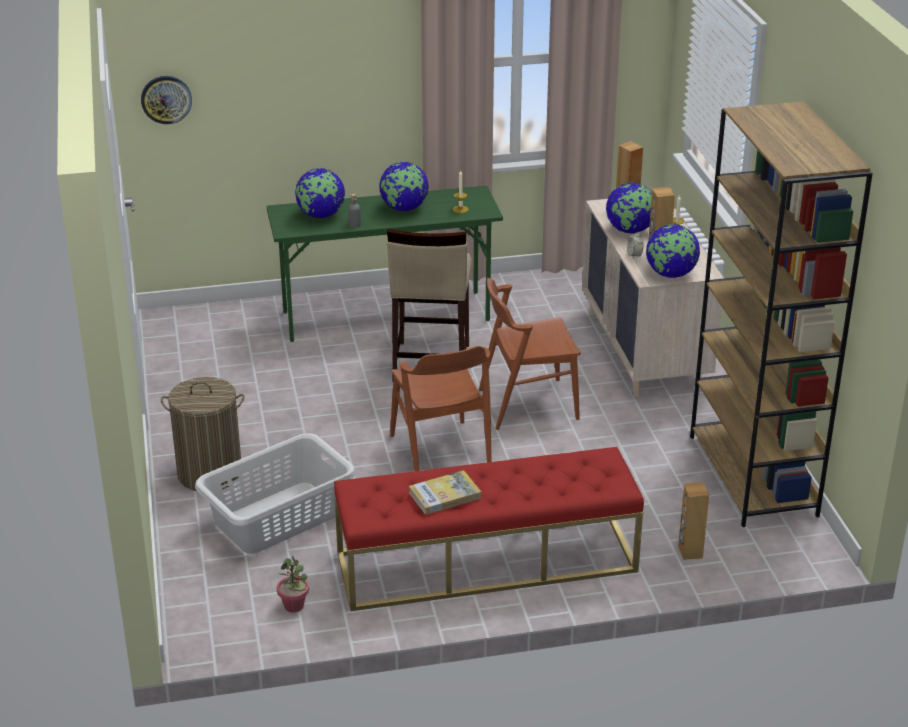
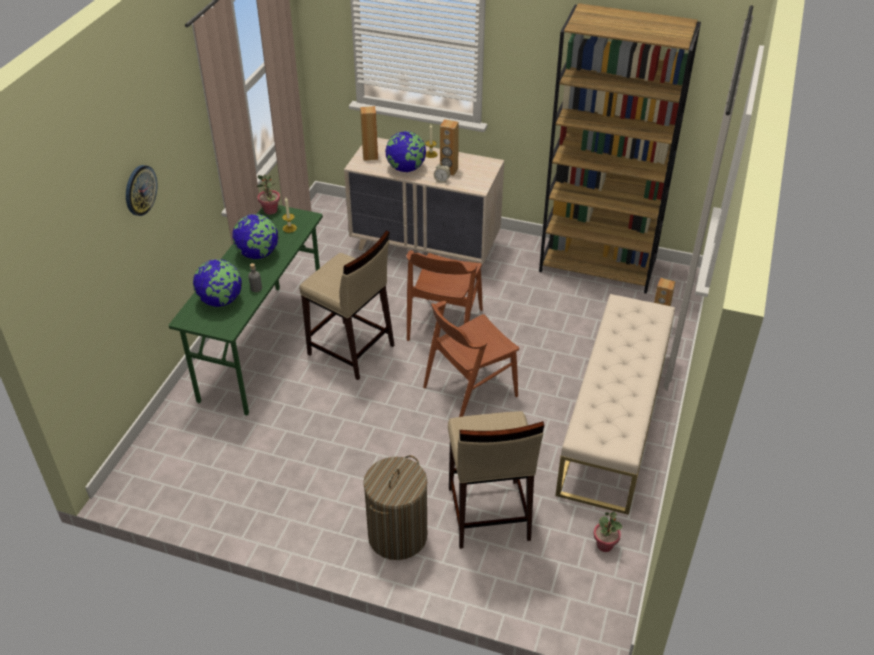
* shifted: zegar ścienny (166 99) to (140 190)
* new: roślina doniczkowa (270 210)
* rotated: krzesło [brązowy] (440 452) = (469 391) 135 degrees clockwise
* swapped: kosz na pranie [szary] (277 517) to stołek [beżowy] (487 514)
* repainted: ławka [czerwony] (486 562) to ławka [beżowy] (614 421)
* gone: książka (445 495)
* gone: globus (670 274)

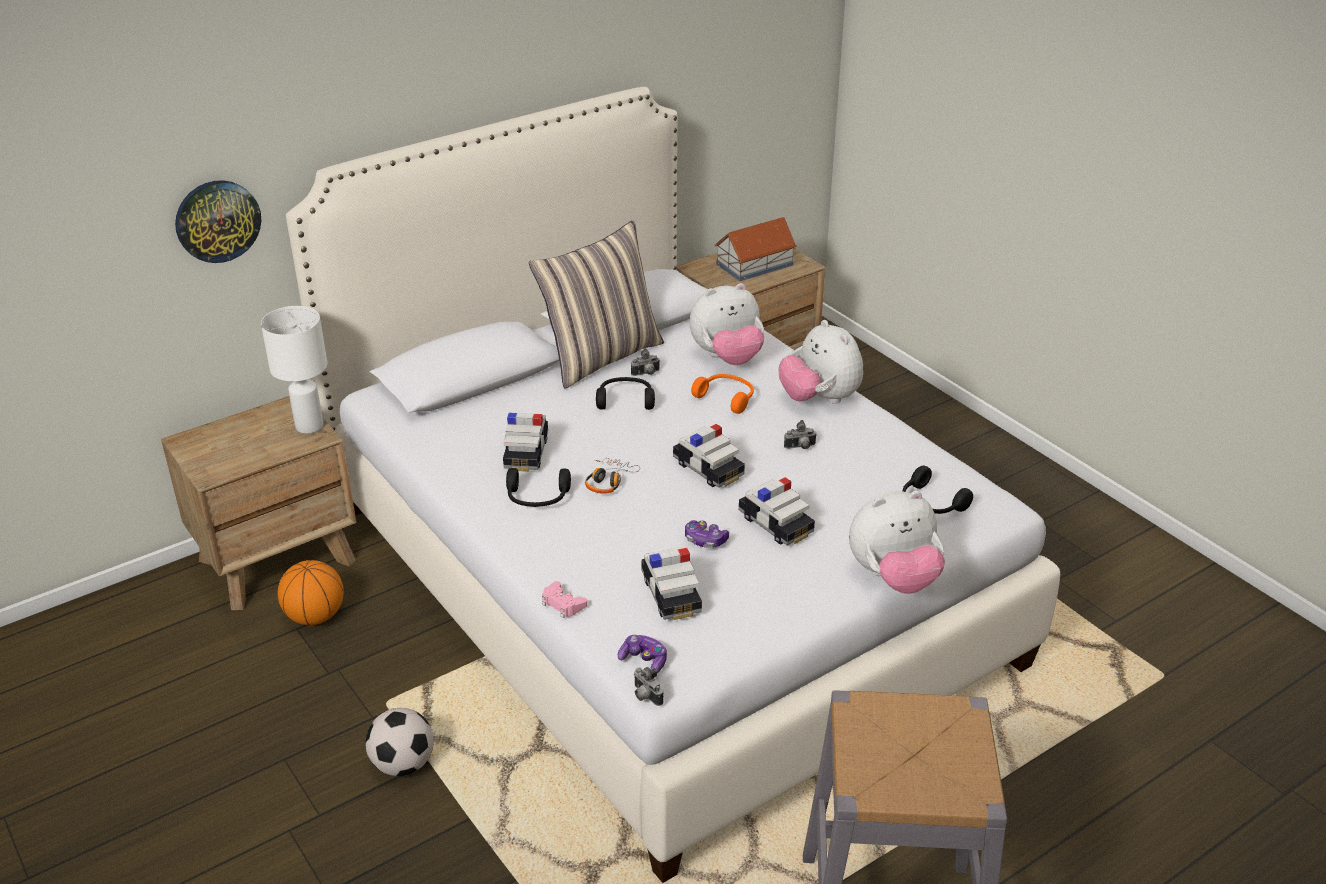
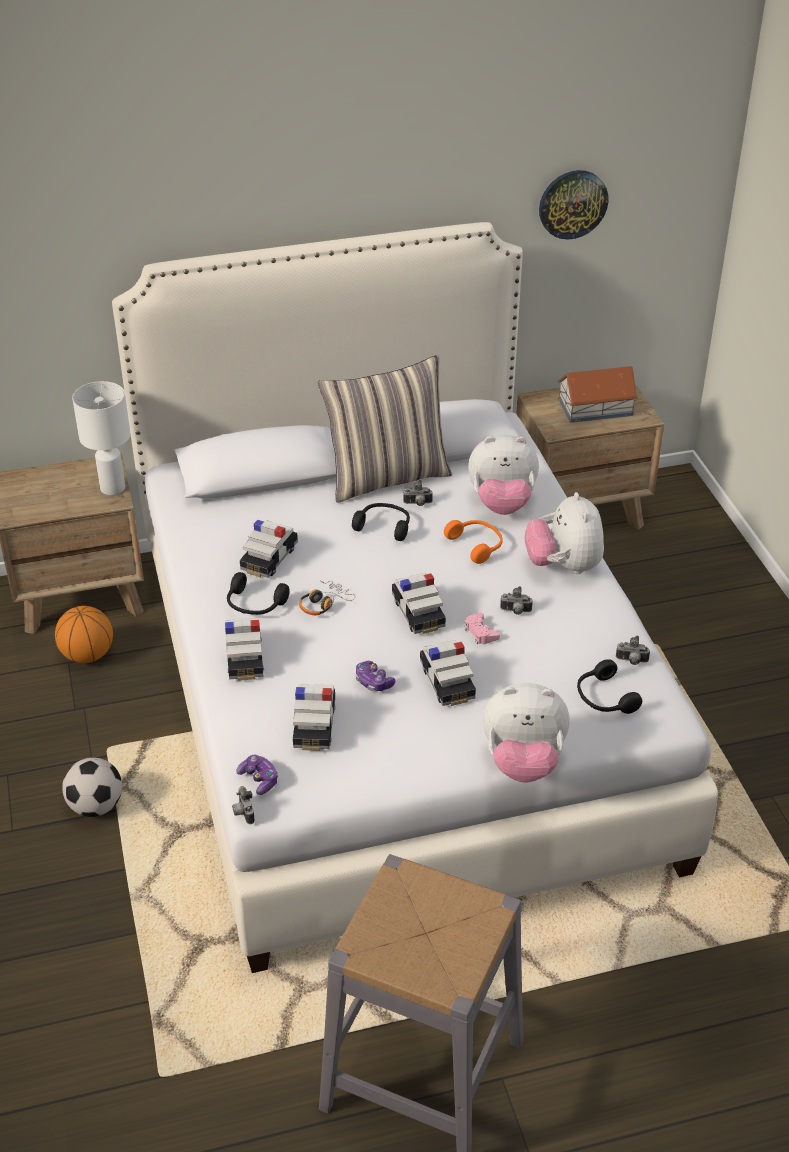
* new: samochodzik (245 658)
* shifted: pad do gier [różowy] (563 604) to (480 632)
* shifted: zegar ścienny (217 221) to (572 204)
* new: aparat fotograficzny (631 661)

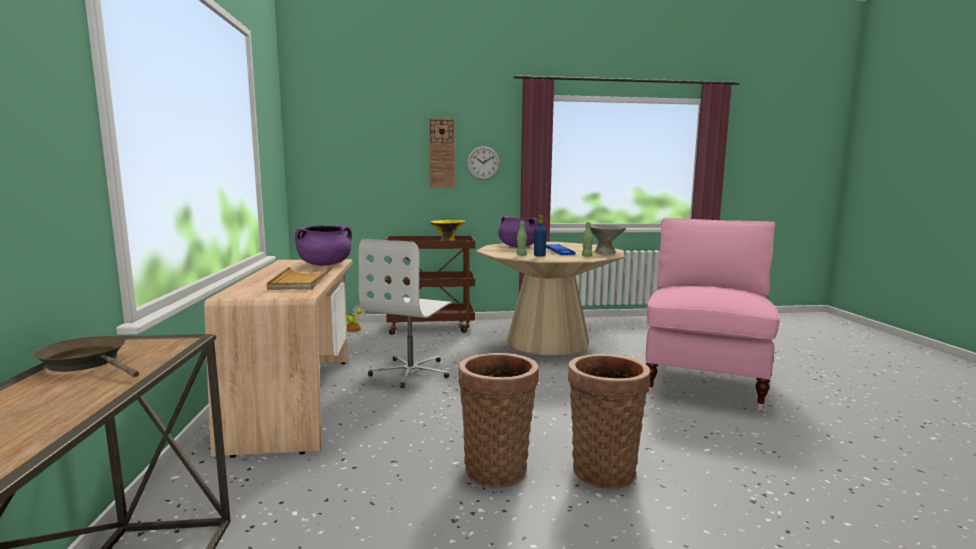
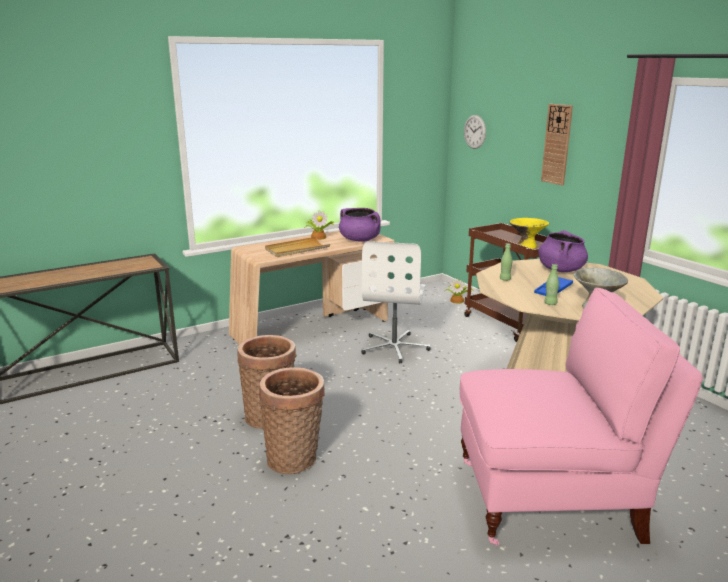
* new: roślina doniczkowa (319 237)
* rotated: krzesło biurowe [biały] (411 372) = (394 347) 75 degrees counterclockwise
* shifted: zegar ścienny (483 163) to (474 132)
* gone: patelnia [brązowy] (88 363)
* gone: butelka [niebieski] (539 255)

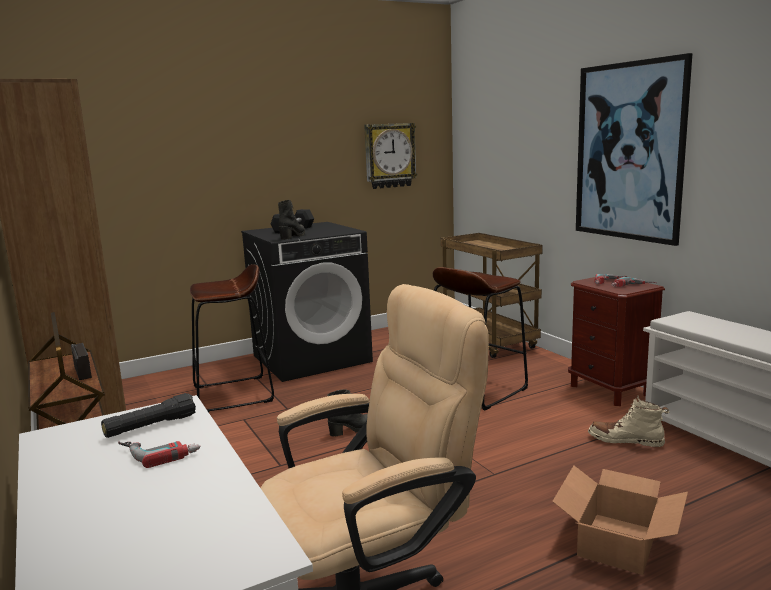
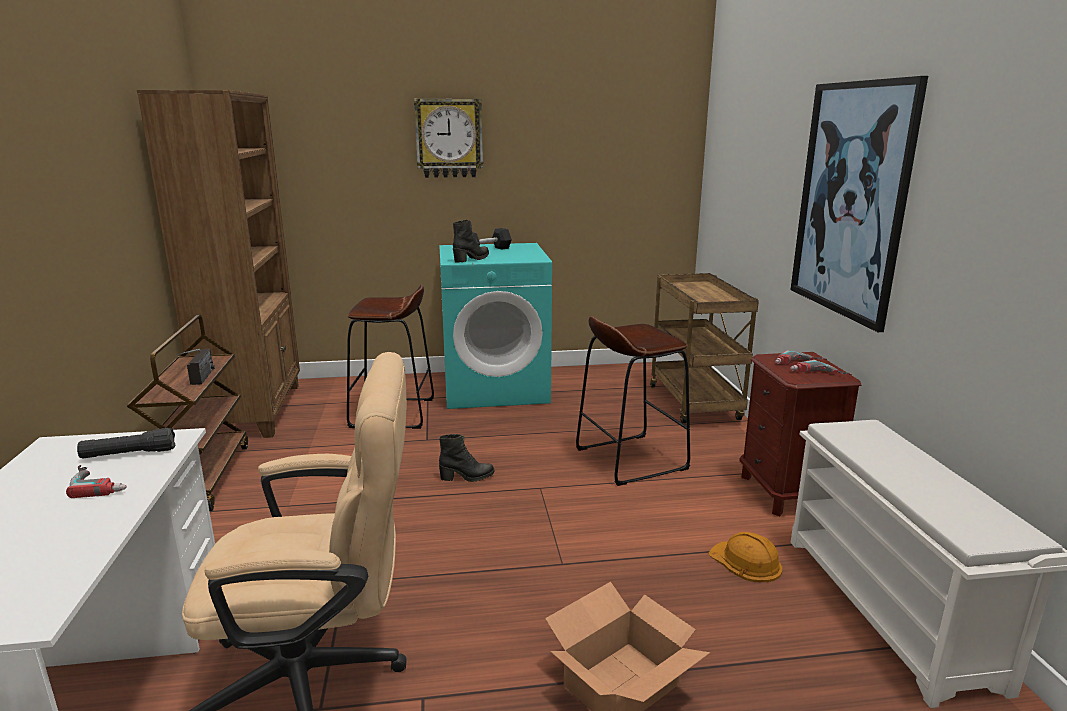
* shifted: zegar ścienny (389 155) to (449 138)
* repainted: pralka [czarny] (312 358) to pralka [turkusowy] (496 388)
* swapped: but z cholewką [beżowy] (625 440) to kask [pomarańczowy] (746 562)

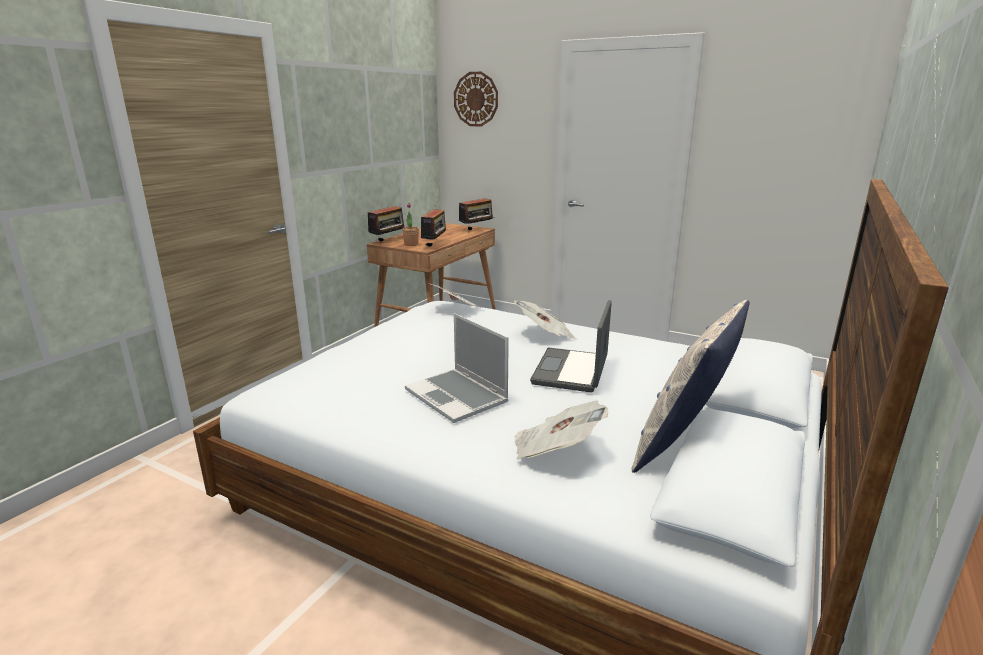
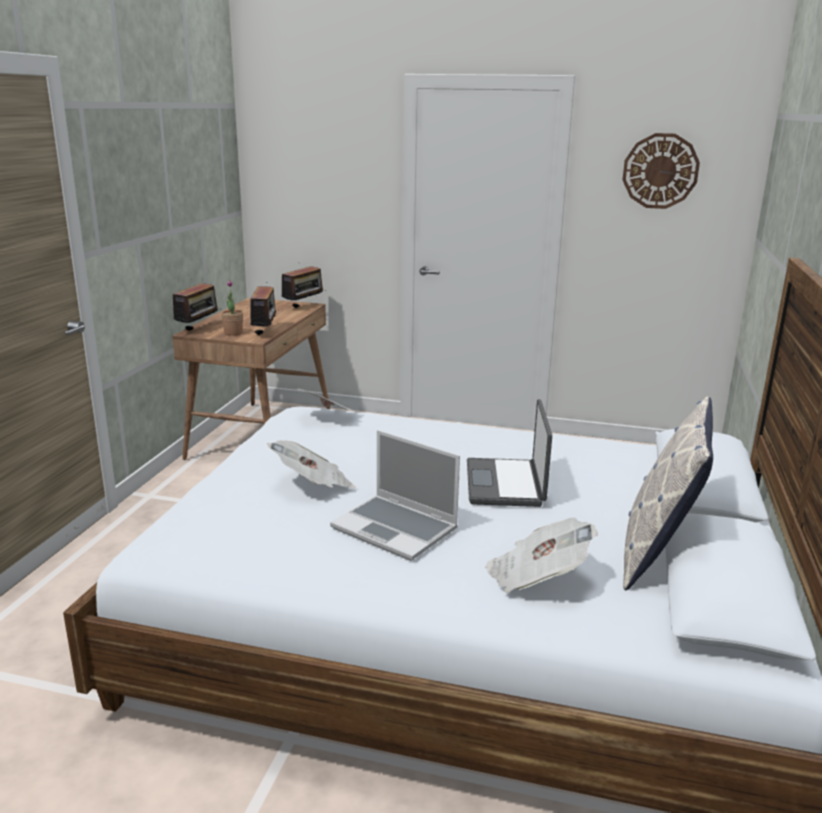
* shifted: gazeta (545 335) to (313 485)
* shifted: zegar ścienny (476 99) to (660 171)

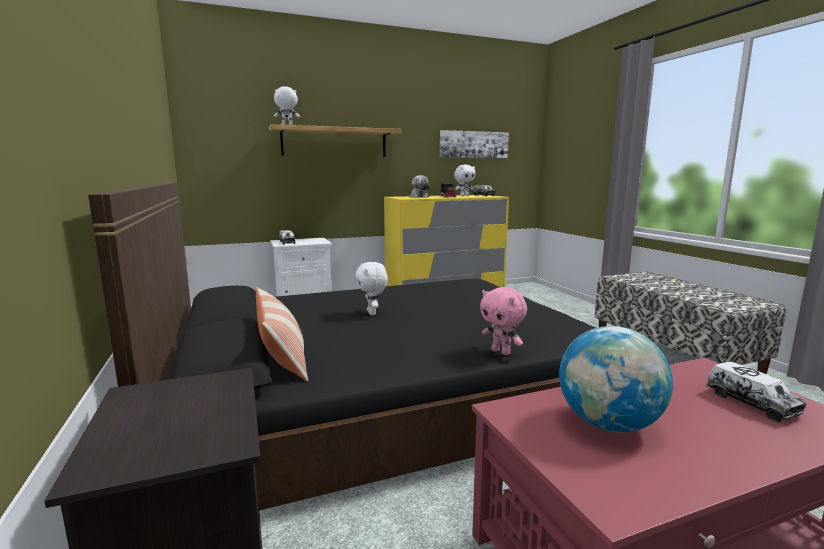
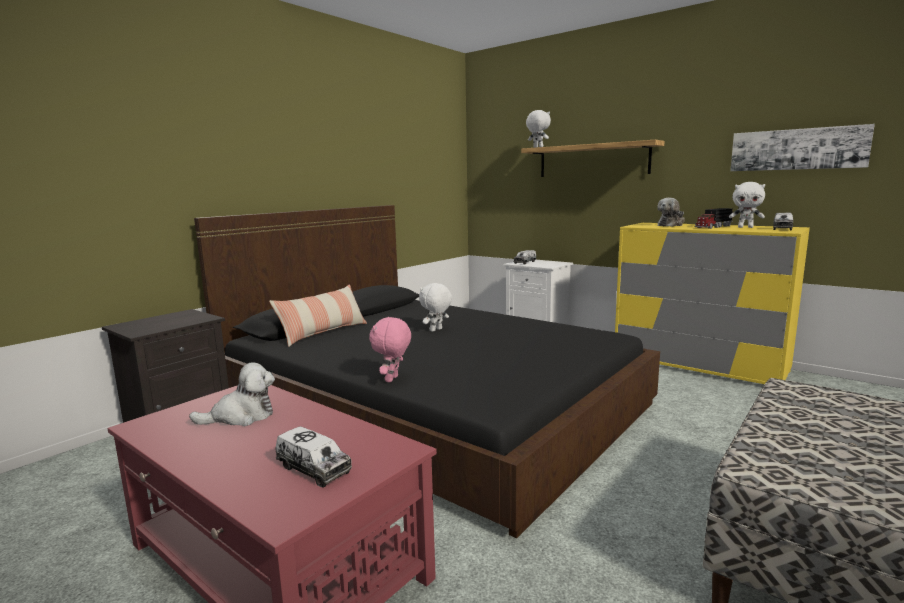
* swapped: globus (608 424) to pluszak (241 416)
* rotated: ciężarówka zabawkowa (751 403) = (313 469) 90 degrees counterclockwise

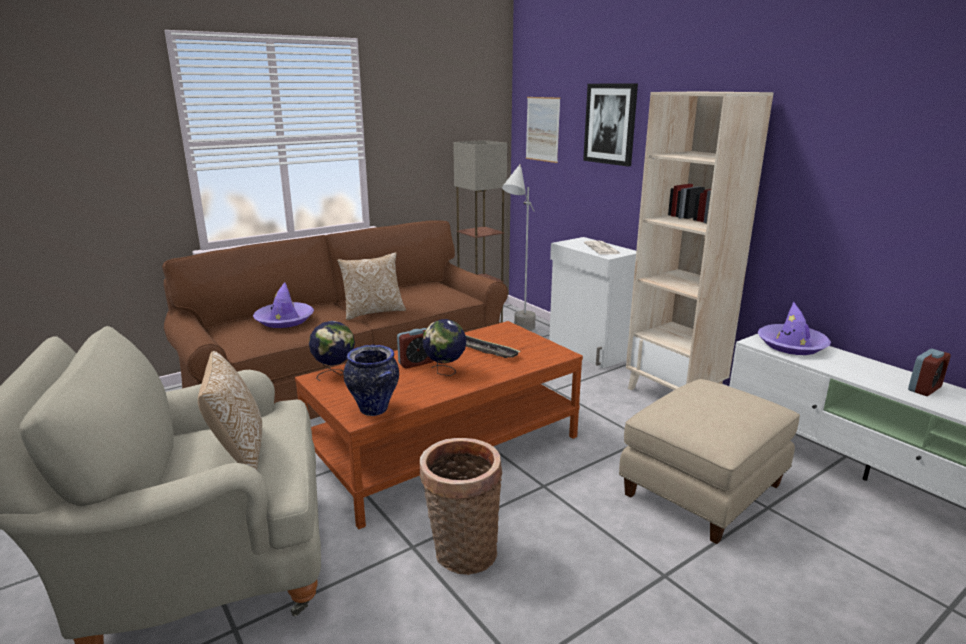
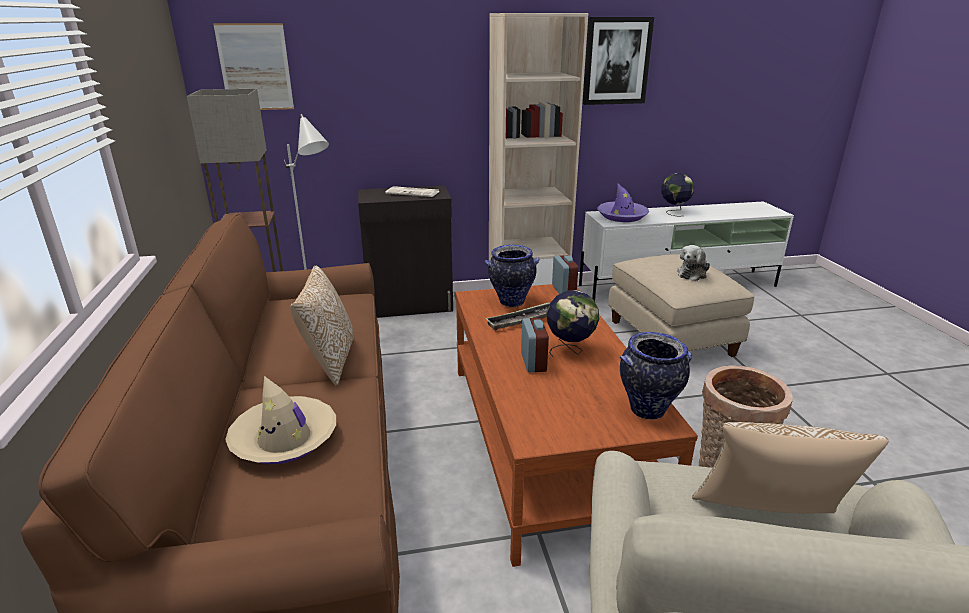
* repainted: kapelusz [fioletowy] (284 320) to kapelusz [beżowy] (284 439)
* repainted: szafka [biały] (589 351) to szafka [czarny] (410 305)
* new: wazon (511 302)
* shifted: budzik (924 389) to (563 290)
* shifted: obraz (610 124) to (616 61)
* shifted: globus (335 374) to (674 212)
* new: pluszak (692 274)

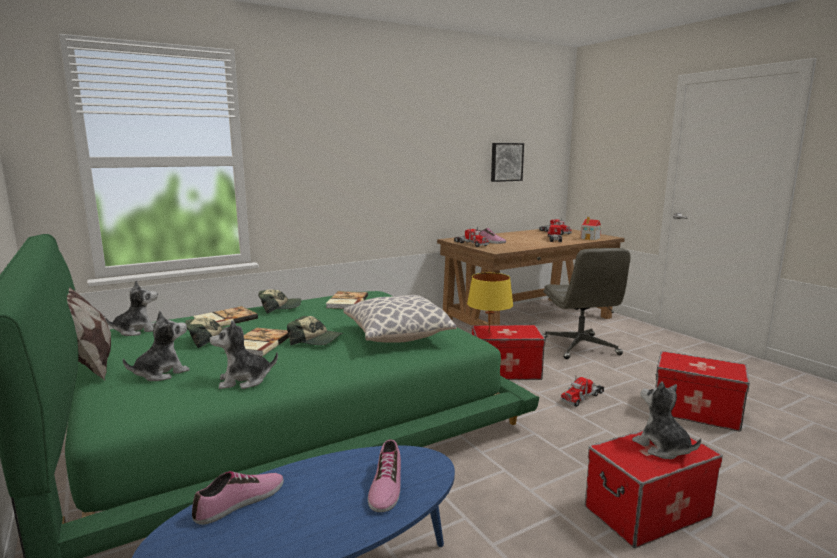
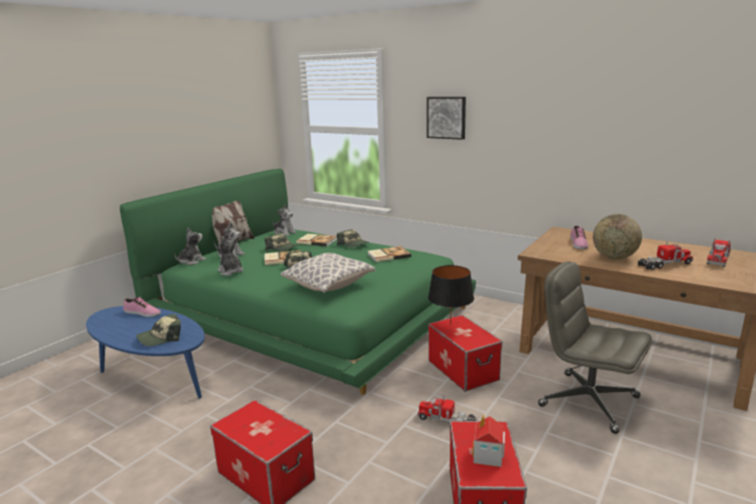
* swapped: but (385 485) to czapka z daszkiem (161 338)
* shifted: pluszak (662 448) to (191 261)
* shifted: obraz (506 162) to (446 117)
* repainted: lampa stołowa [żółty] (489 332) to lampa stołowa [czarny] (450 324)
* shifted: domek (590 238) to (488 456)
* rotated: krzesło biurowe [szary] (580 347) = (587 401) 75 degrees clockwise
* new: globus (614 257)
* gone: ciężarówka zabawkowa (470 244)

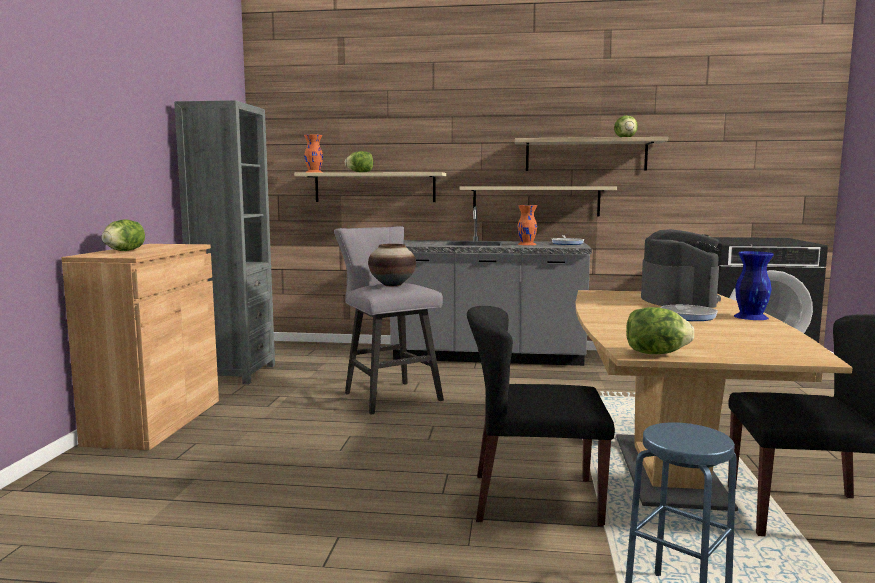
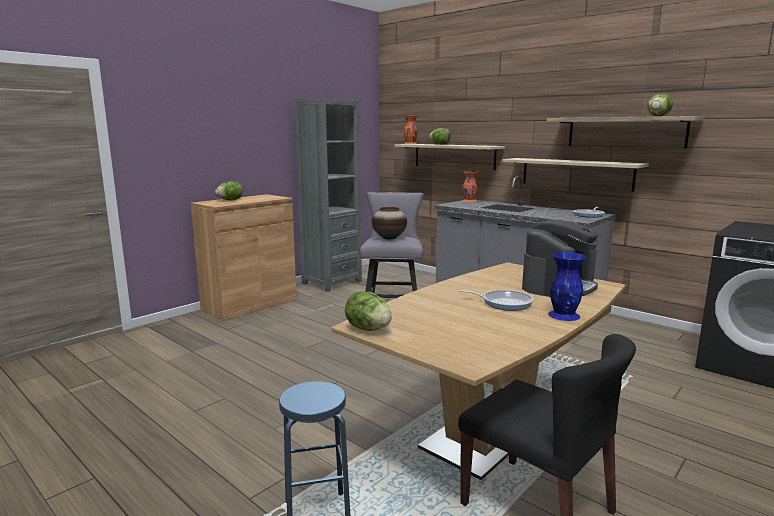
* shifted: wazon [pomarańczowy] (527 244) to (469 201)
* gone: krzesło [czarny] (534 499)

